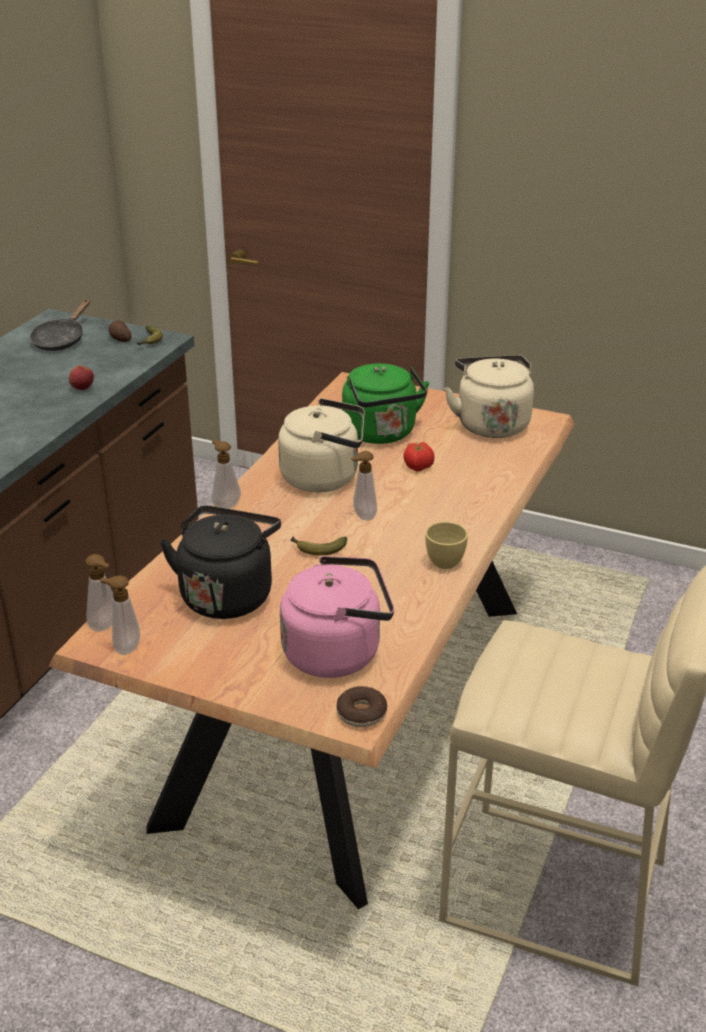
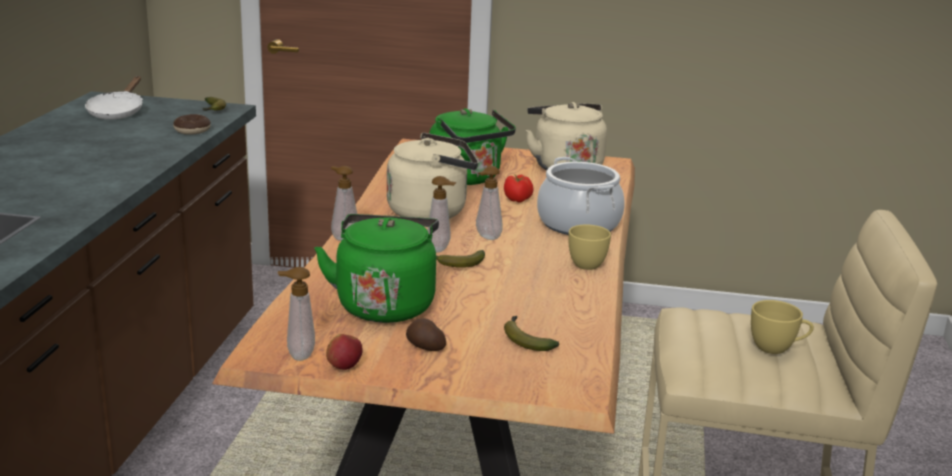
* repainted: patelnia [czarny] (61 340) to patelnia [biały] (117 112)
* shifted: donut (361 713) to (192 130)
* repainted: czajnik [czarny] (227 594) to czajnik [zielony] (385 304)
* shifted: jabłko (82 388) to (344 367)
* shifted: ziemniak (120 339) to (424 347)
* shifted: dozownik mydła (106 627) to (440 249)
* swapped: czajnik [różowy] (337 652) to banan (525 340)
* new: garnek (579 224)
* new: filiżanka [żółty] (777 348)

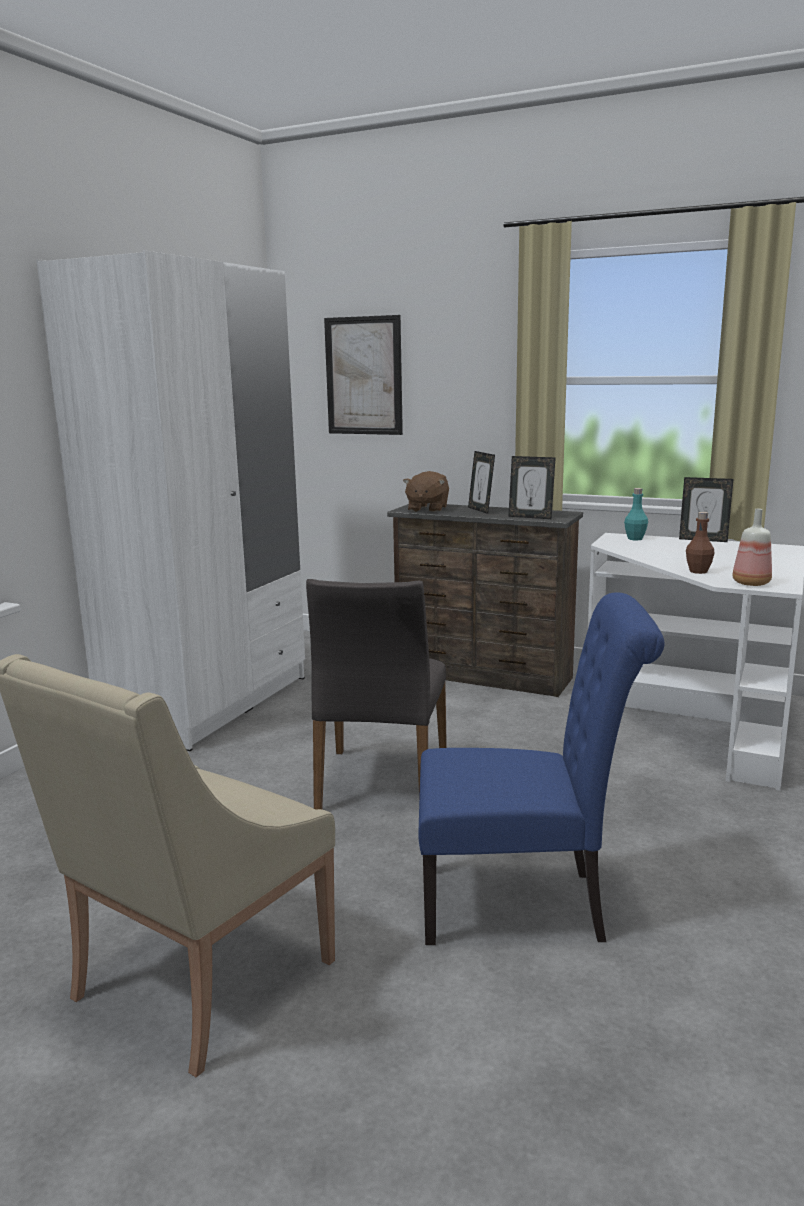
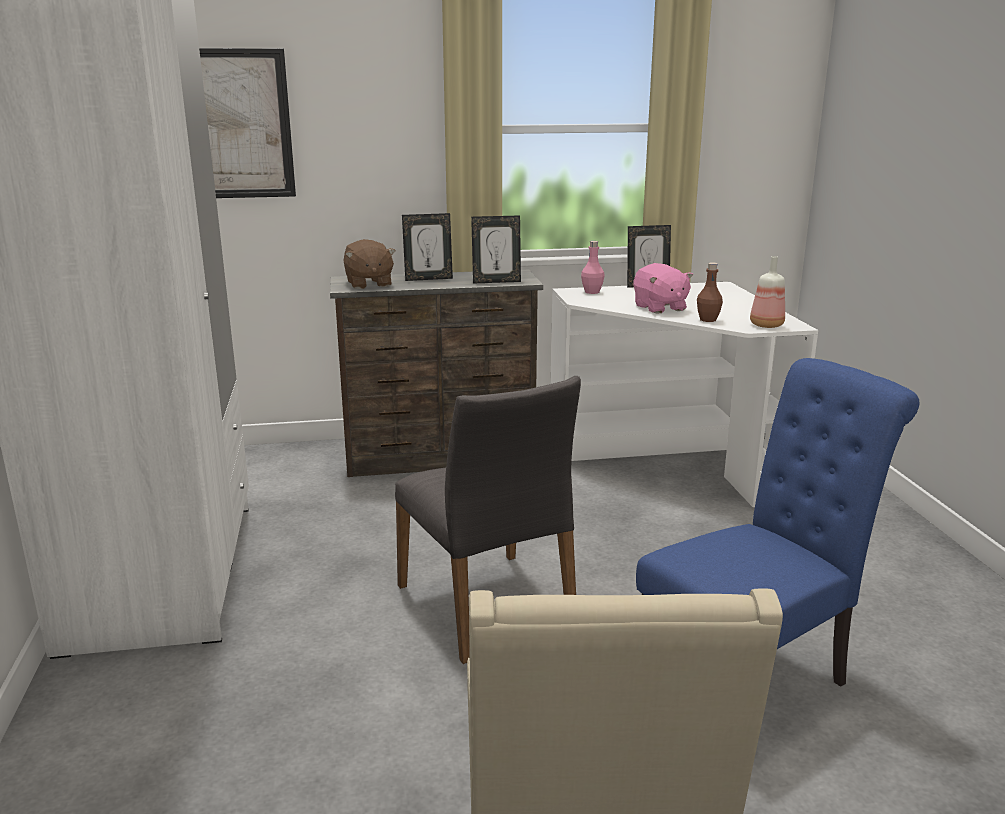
* rotated: ramka na zdjęcie (481 510) = (428 278) 45 degrees counterclockwise
* repainted: butelka [turkusowy] (635 539) to butelka [różowy] (592 292)
* new: pluszak [różowy] (659 308)

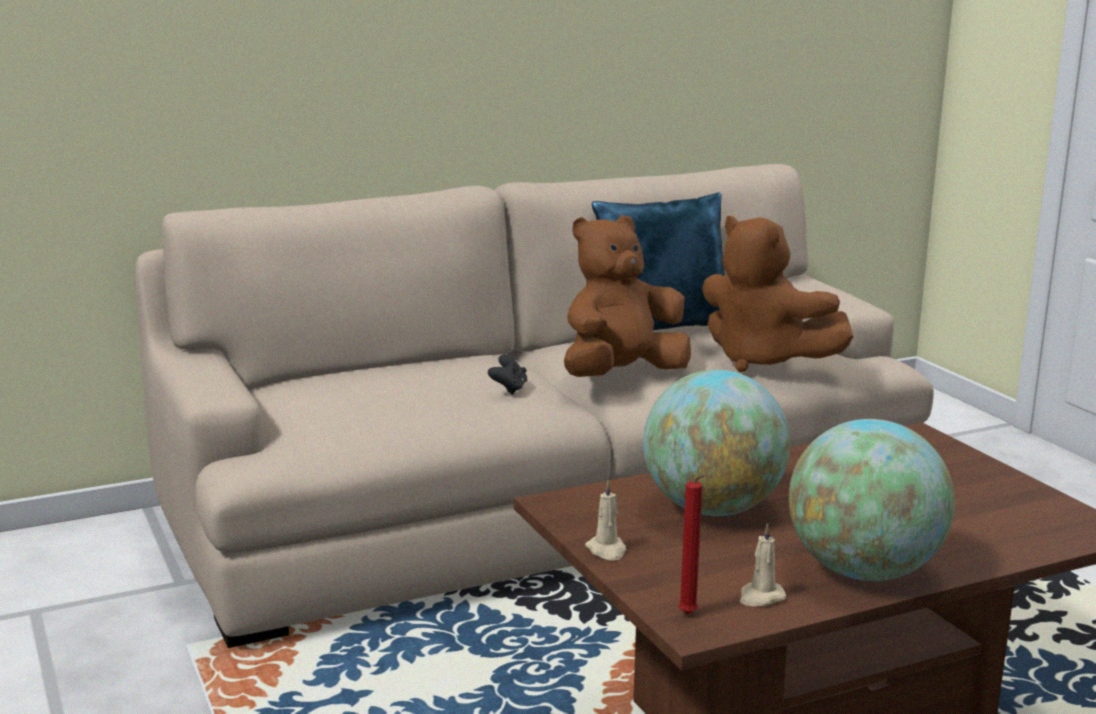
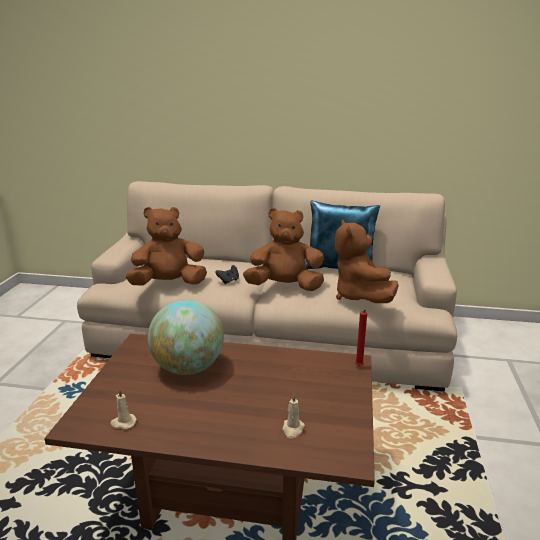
* new: pluszak [brązowy] (169 284)
* shifted: świeca [beżowy] (607 550) to (292 429)
* shifted: świeca [czerwony] (689 615) to (359 367)
* gone: globus (863 571)

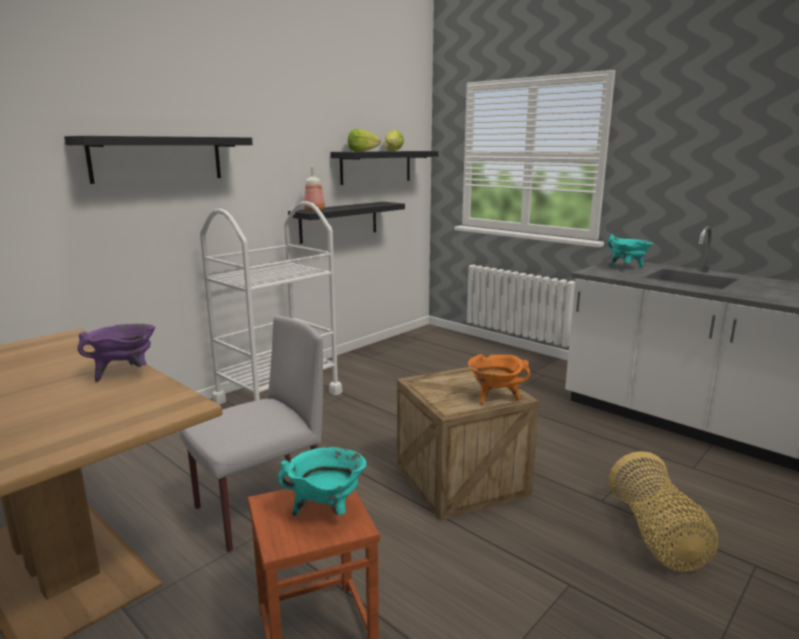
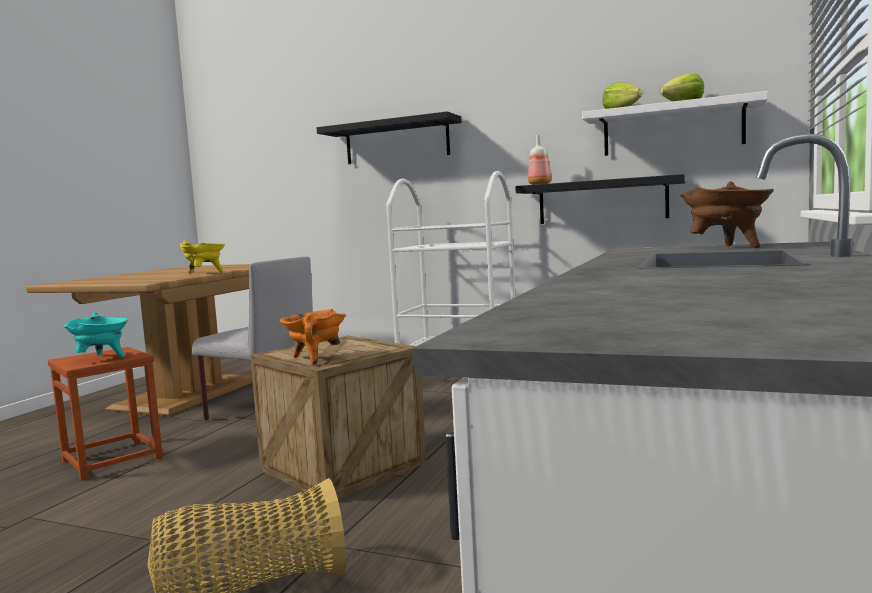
* repainted: garnek [fioletowy] (125 373) to garnek [żółty] (204 273)
* repainted: półka [czarny] (376 167) to półka [biały] (672 129)
* repainted: garnek [turkusowy] (627 268) to garnek [brązowy] (727 248)

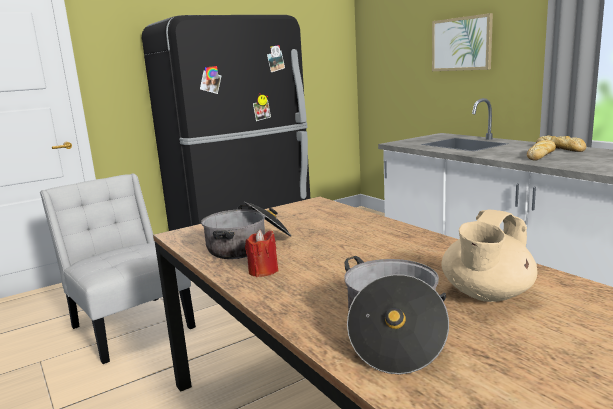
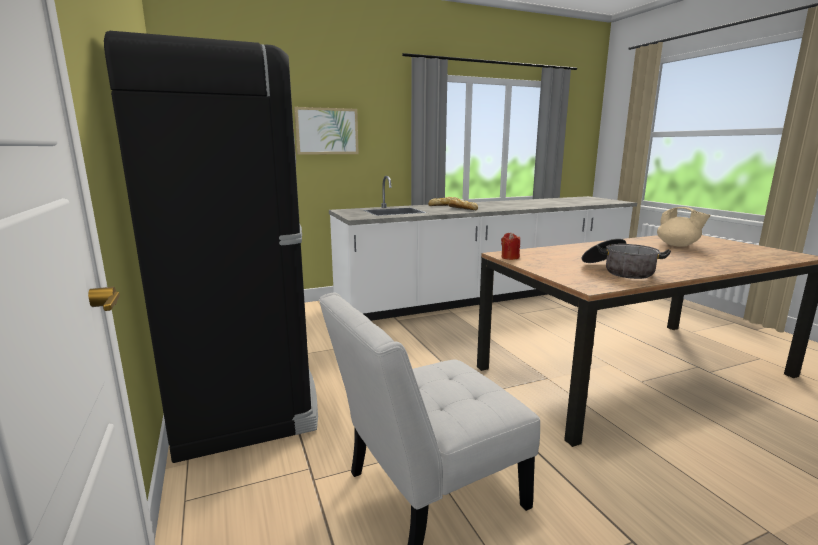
* shifted: świeca [czerwony] (263 271) to (510 257)
* gone: garnek (392 332)

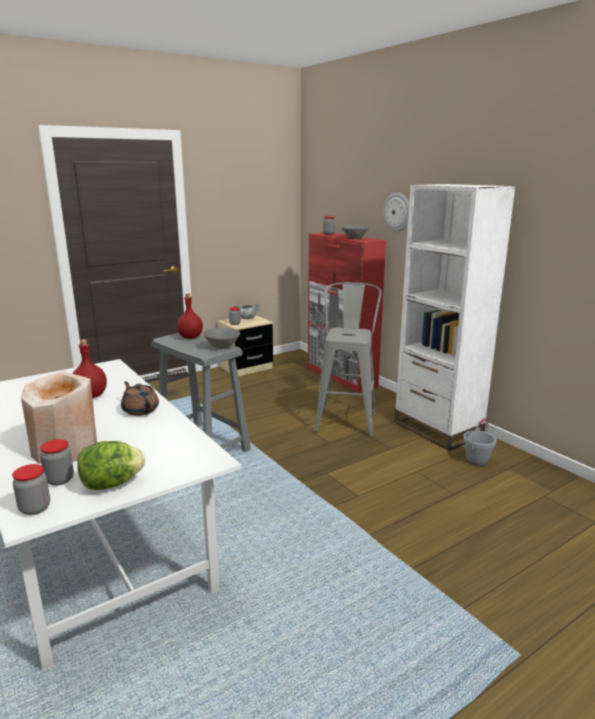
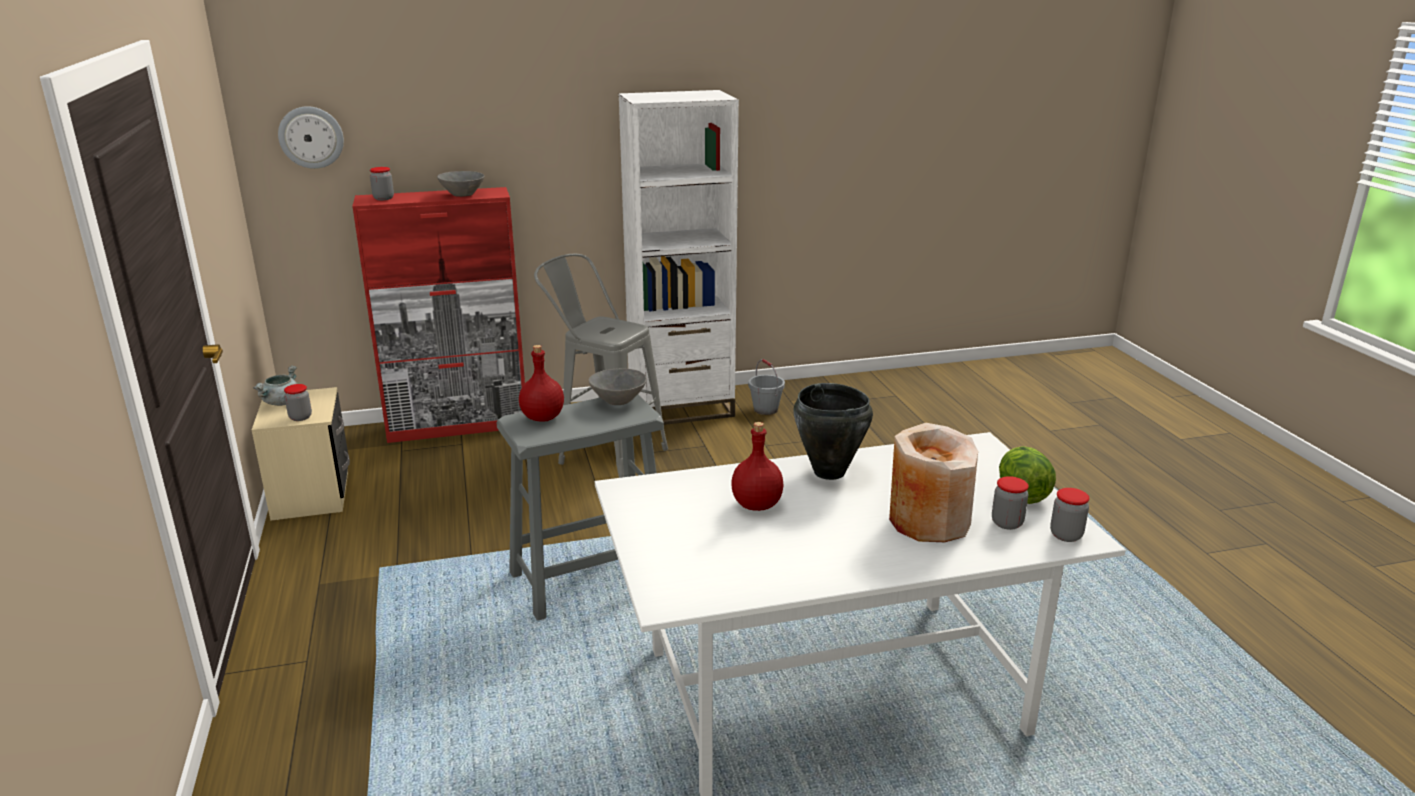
* shifted: zegar ścienny (397 212) to (311 137)
* swapped: imbryk [brązowy] (140 410) to garnek [czarny] (829 472)

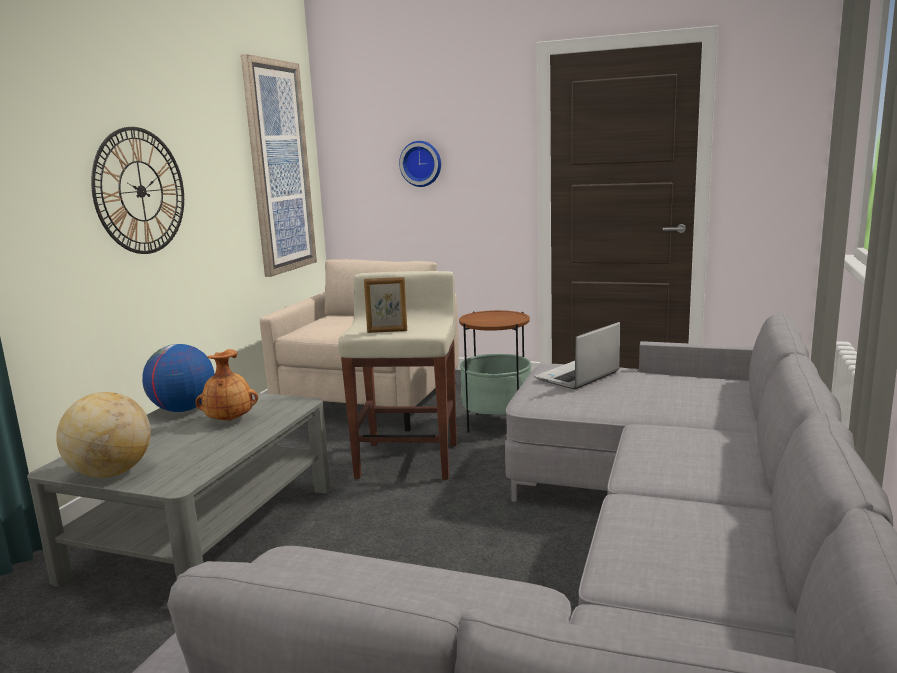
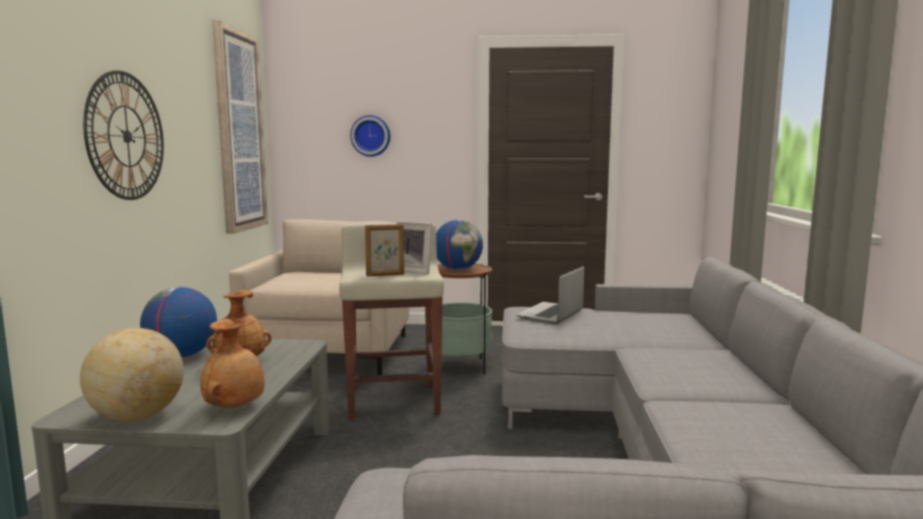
* new: wazon [brązowy] (235 407)
* new: ramka na zdjęcie (415 270)
* new: globus (458 269)

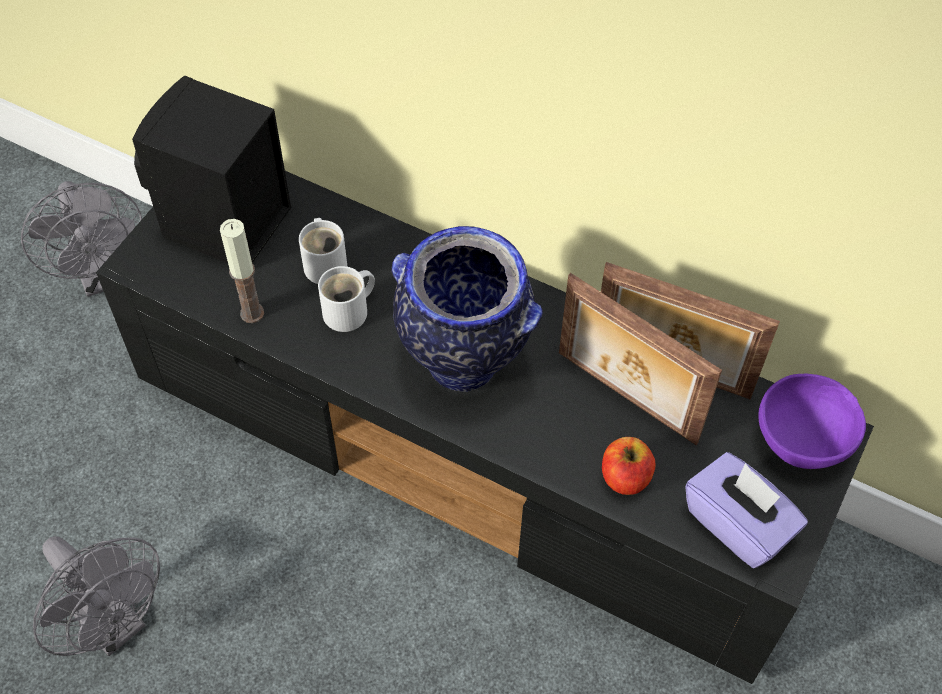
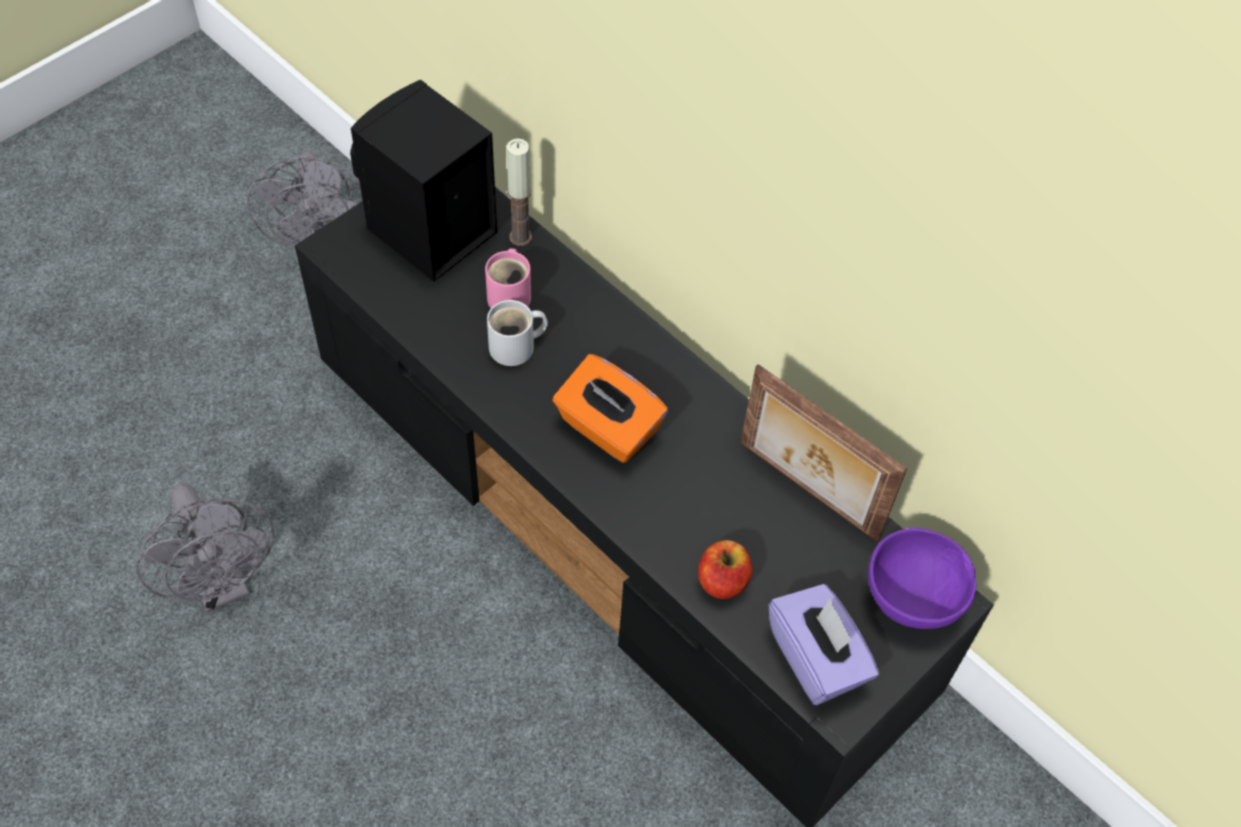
* repainted: kubek [biały] (326 263) to kubek [różowy] (511 295)
* shifted: świeca (252 313) to (520 237)
* swapped: wazon (464 364) to pudełko chusteczek [pomarańczowy] (608 428)
* gone: ramka na zdjęcie (625 399)

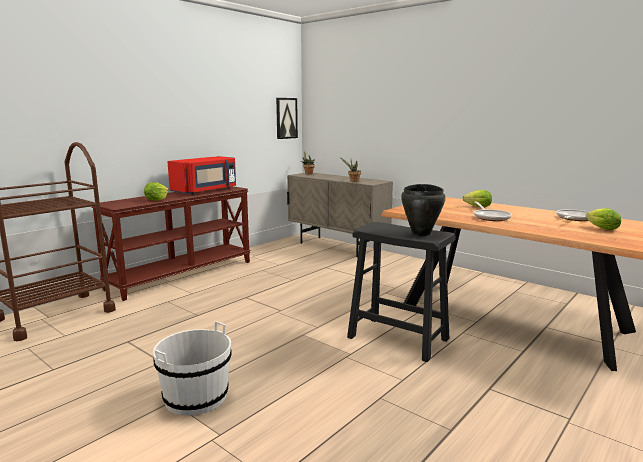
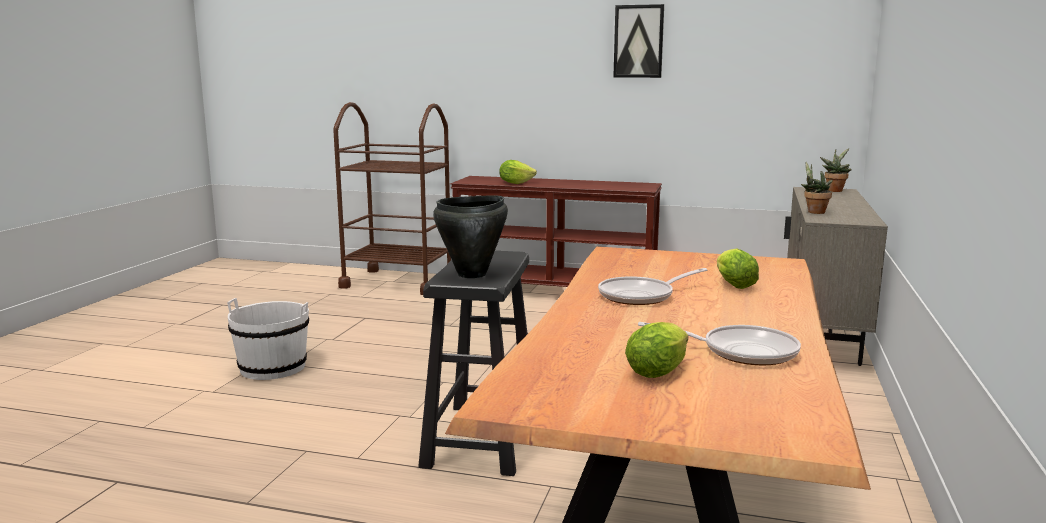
* shifted: obraz (286 118) to (638 41)
* gone: mikrofalówka [czerwony] (206 191)

